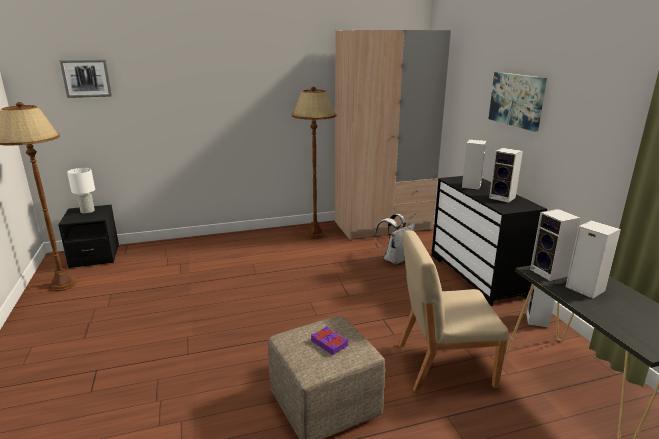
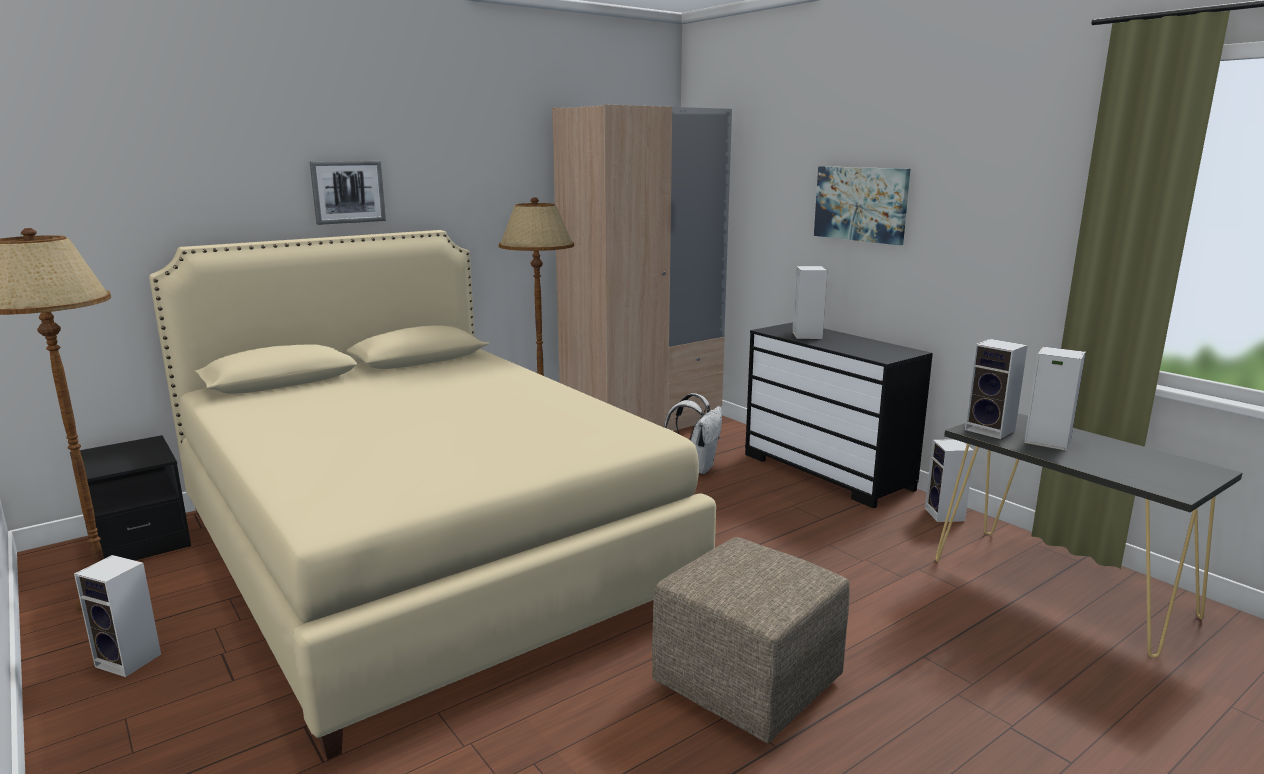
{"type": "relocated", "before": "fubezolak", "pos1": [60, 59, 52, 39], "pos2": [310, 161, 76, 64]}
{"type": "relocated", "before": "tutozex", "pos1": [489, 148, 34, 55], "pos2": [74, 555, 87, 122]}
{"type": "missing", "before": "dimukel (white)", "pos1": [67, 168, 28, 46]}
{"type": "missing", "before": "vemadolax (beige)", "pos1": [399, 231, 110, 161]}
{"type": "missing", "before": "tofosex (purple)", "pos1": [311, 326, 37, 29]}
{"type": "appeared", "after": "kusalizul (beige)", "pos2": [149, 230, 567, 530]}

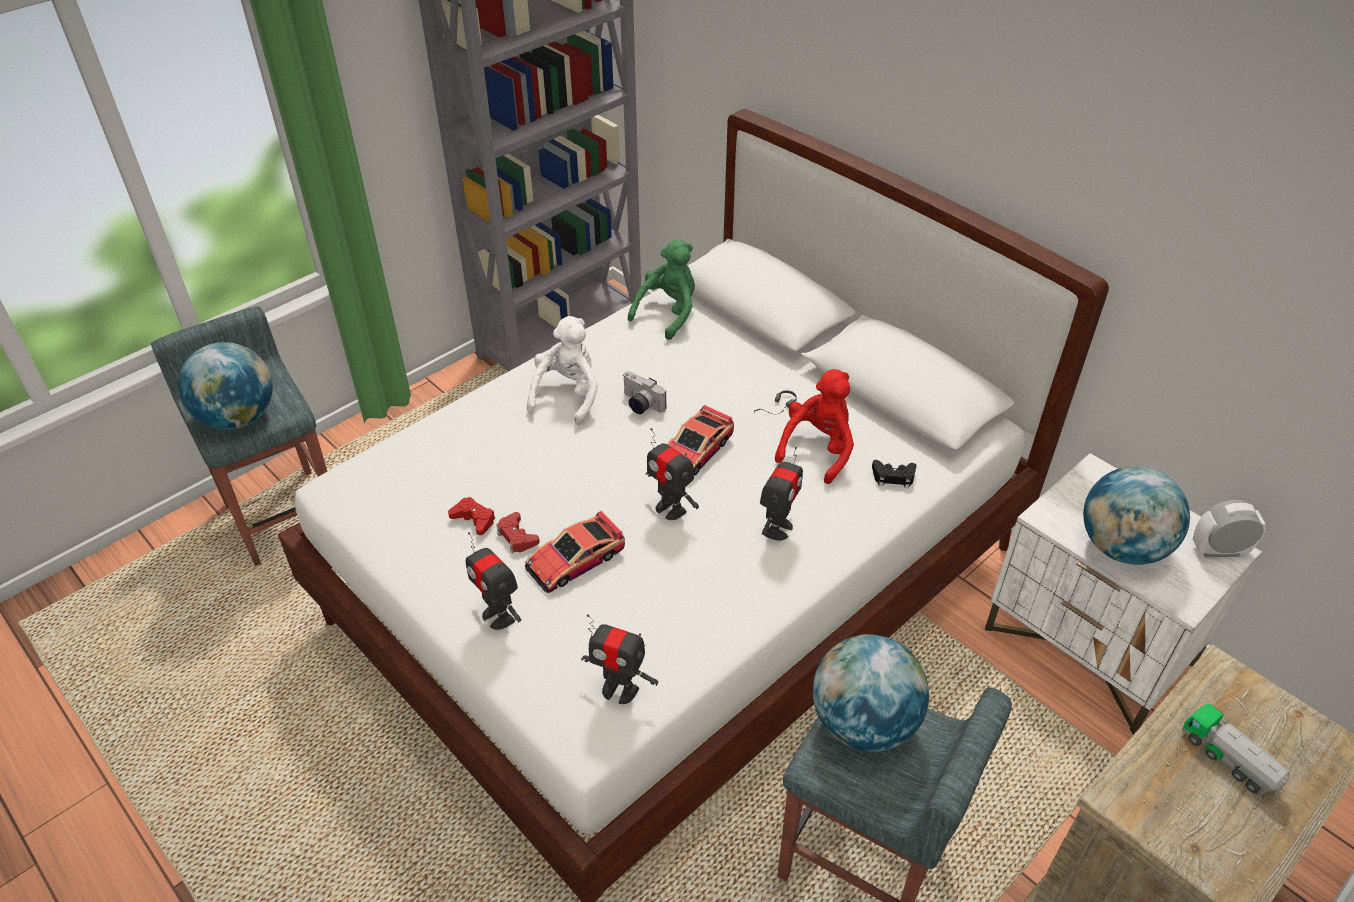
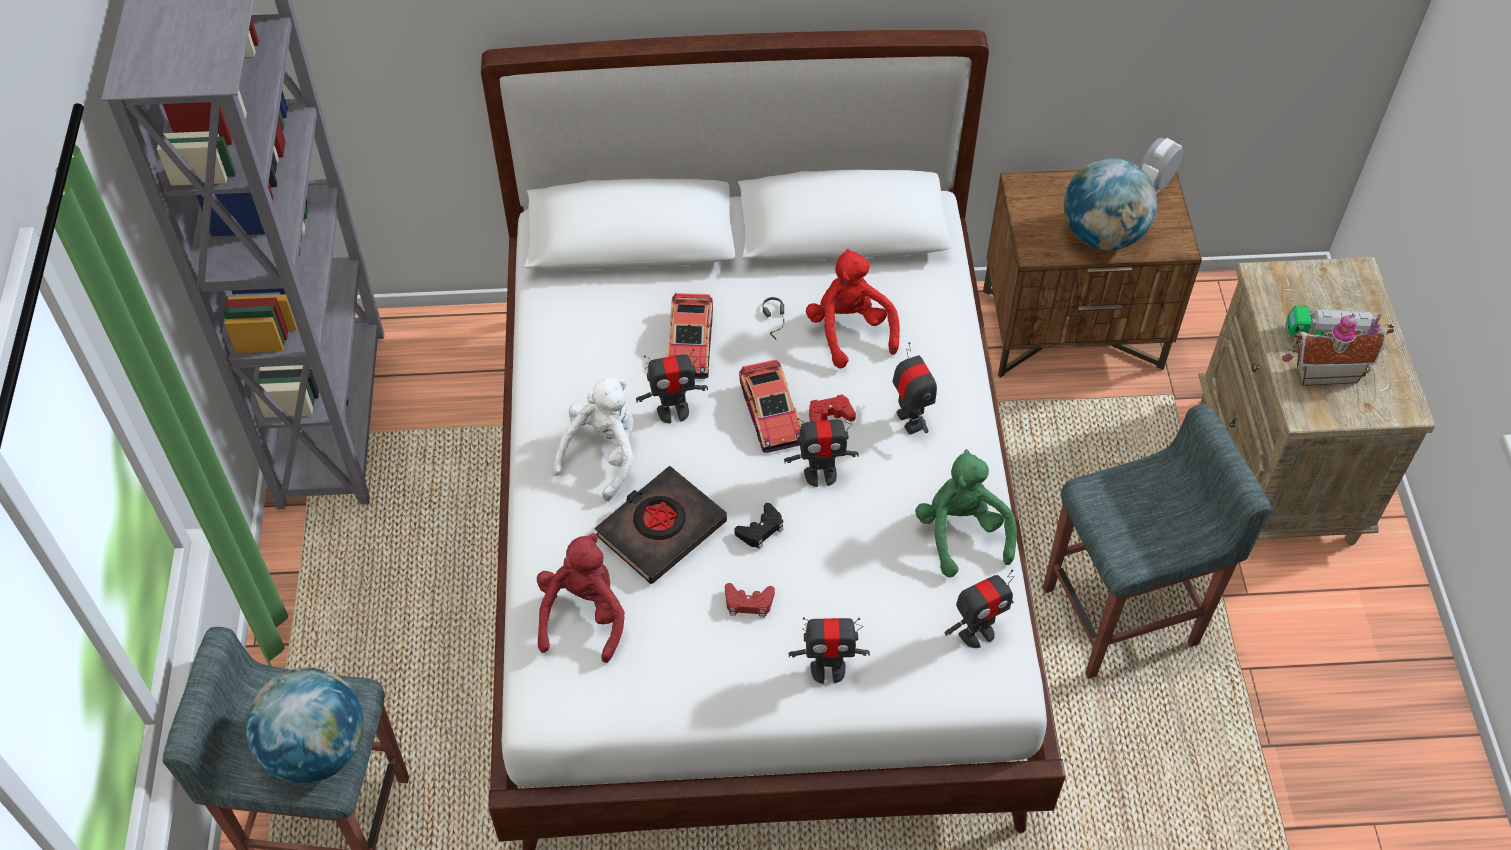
{"type": "relocated", "before": "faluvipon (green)", "pos1": [628, 239, 67, 101], "pos2": [915, 449, 102, 128]}
{"type": "spun", "before": "faluvipon (white)", "pos1": [527, 316, 71, 109], "pos2": [552, 378, 82, 123], "turn": 60}
{"type": "exchanged", "before": "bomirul", "after": "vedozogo", "pos1": [623, 371, 43, 43], "pos2": [636, 349, 72, 74]}
{"type": "colour", "before": "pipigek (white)", "after": "pipigek (brown)", "pos1": [985, 453, 277, 283], "pos2": [983, 170, 219, 208]}
{"type": "relocated", "before": "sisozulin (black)", "pos1": [872, 460, 45, 28], "pos2": [735, 503, 48, 46]}
{"type": "relocated", "before": "sisozulin (red)", "pos1": [448, 497, 47, 38], "pos2": [809, 394, 47, 28]}
{"type": "relocated", "before": "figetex", "pos1": [525, 511, 100, 82], "pos2": [667, 293, 46, 86]}
{"type": "missing", "before": "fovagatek", "pos1": [813, 634, 116, 118]}
{"type": "appeared", "after": "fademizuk", "pos2": [1282, 313, 112, 73]}
{"type": "appeared", "after": "tofosex (black)", "pos2": [595, 466, 132, 118]}
{"type": "appeared", "after": "faluvipon (red)", "pos2": [537, 533, 88, 130]}

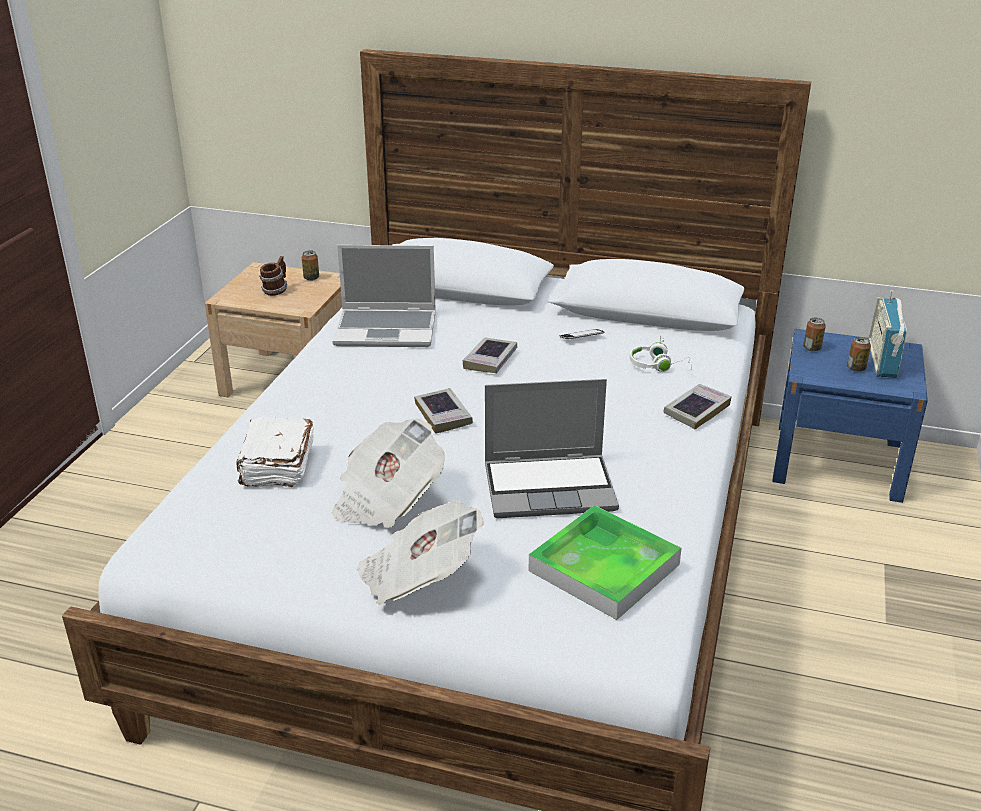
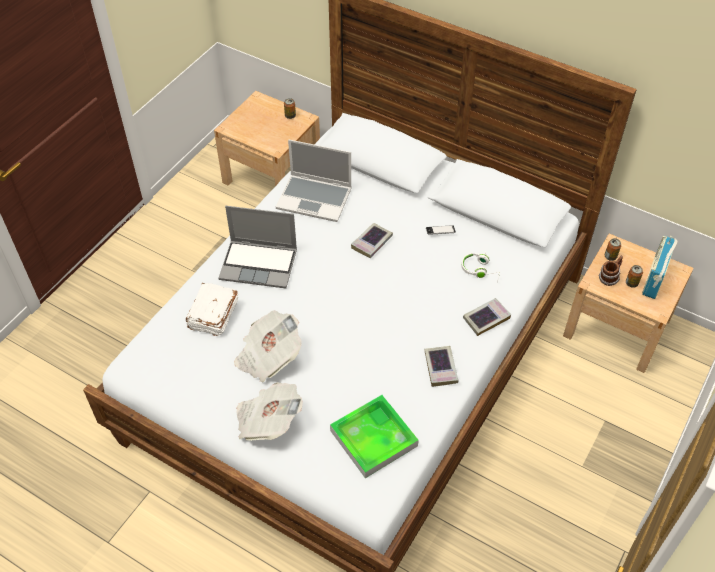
{"type": "relocated", "before": "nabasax", "pos1": [259, 256, 28, 40], "pos2": [599, 256, 24, 30]}
{"type": "colour", "before": "pipigek (blue)", "after": "pipigek (beige)", "pos1": [772, 329, 156, 174], "pos2": [563, 234, 131, 139]}
{"type": "relocated", "before": "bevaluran", "pos1": [485, 379, 134, 139], "pos2": [218, 206, 79, 83]}
{"type": "relocated", "before": "tofosex", "pos1": [414, 388, 59, 46], "pos2": [425, 346, 33, 41]}

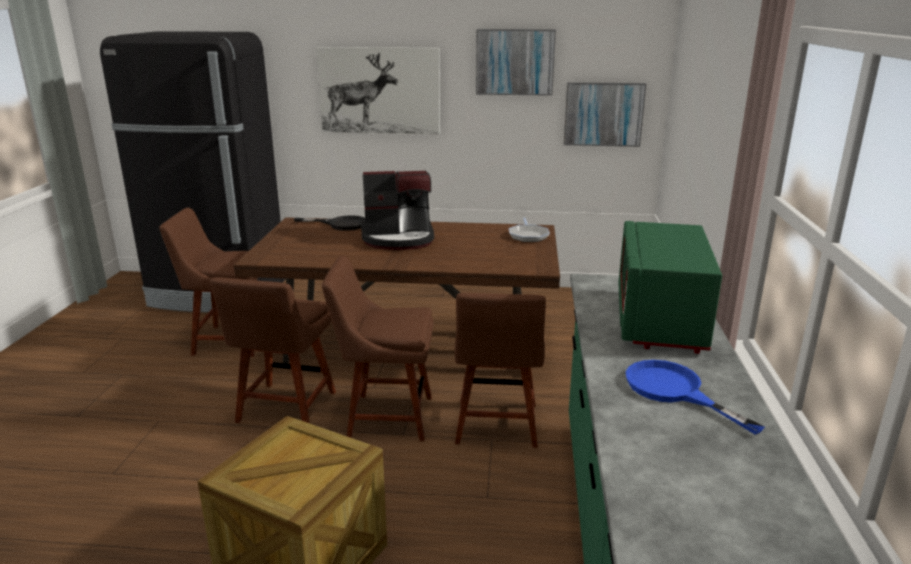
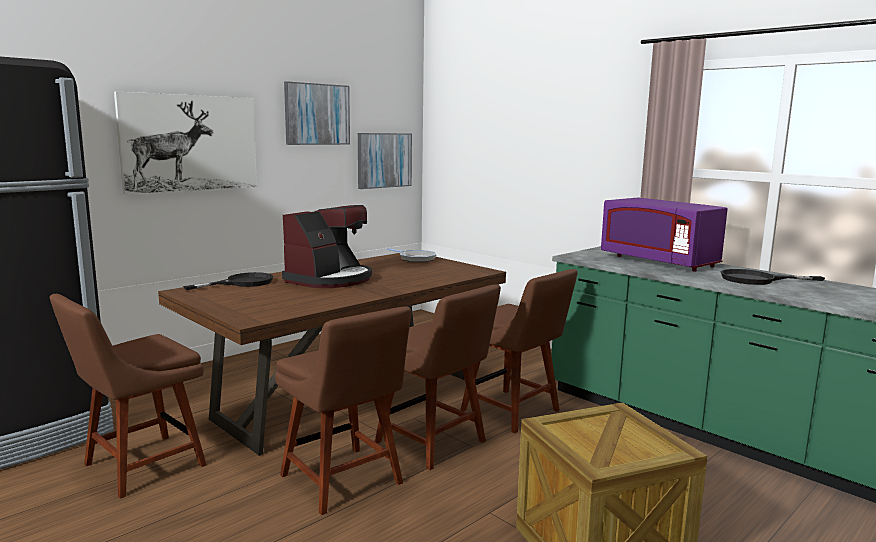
{"type": "colour", "before": "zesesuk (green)", "after": "zesesuk (purple)", "pos1": [618, 221, 104, 133], "pos2": [601, 198, 127, 73]}
{"type": "spun", "before": "vemadolax (brown)", "pos1": [322, 256, 112, 185], "pos2": [375, 285, 126, 185], "turn": -90}
{"type": "colour", "before": "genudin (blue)", "after": "genudin (black)", "pos1": [626, 360, 139, 74], "pos2": [721, 269, 104, 16]}

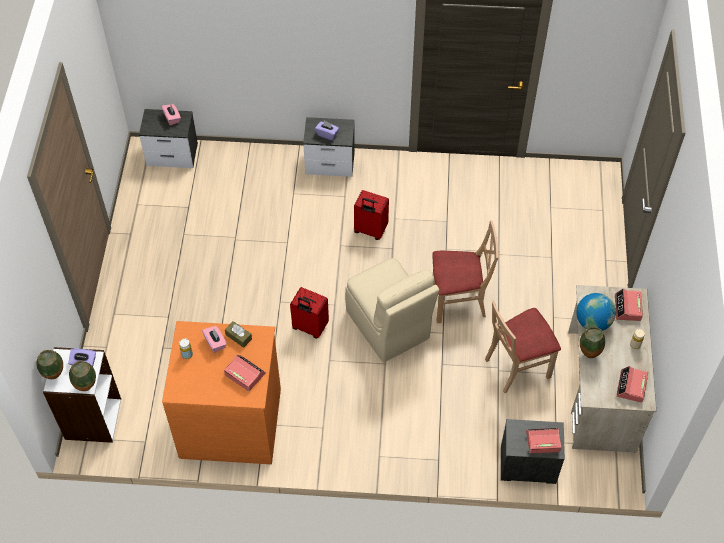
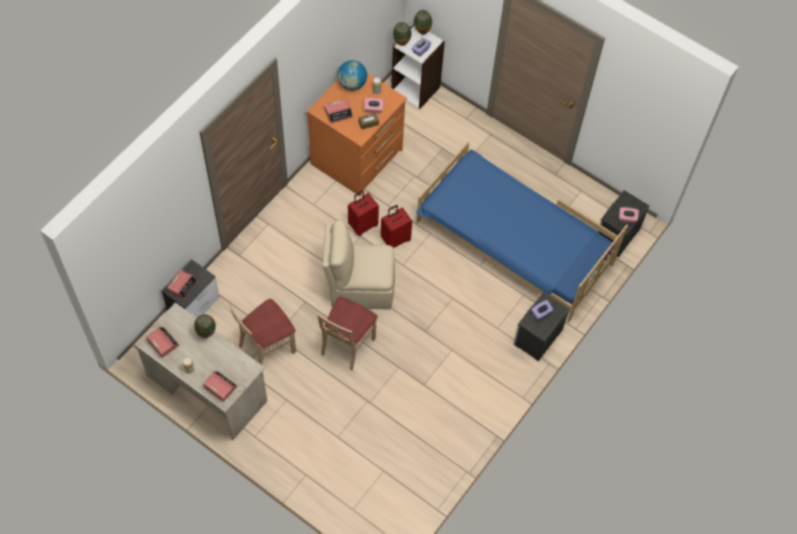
{"type": "relocated", "before": "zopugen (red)", "pos1": [354, 190, 35, 50], "pos2": [348, 190, 31, 46]}
{"type": "relocated", "before": "fovagatek", "pos1": [576, 293, 40, 38], "pos2": [337, 60, 30, 30]}
{"type": "spun", "before": "vemadolax (beige)", "pos1": [485, 301, 76, 92], "pos2": [229, 299, 67, 66], "turn": -135}
{"type": "appeared", "after": "kusalizul (blue)", "pos2": [416, 142, 212, 181]}

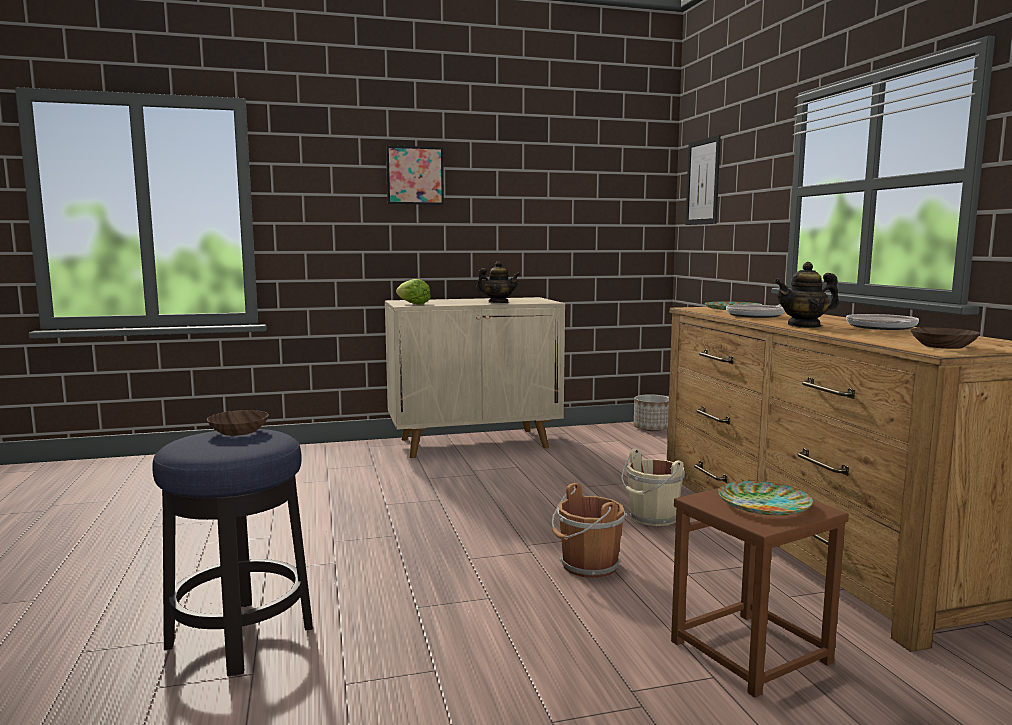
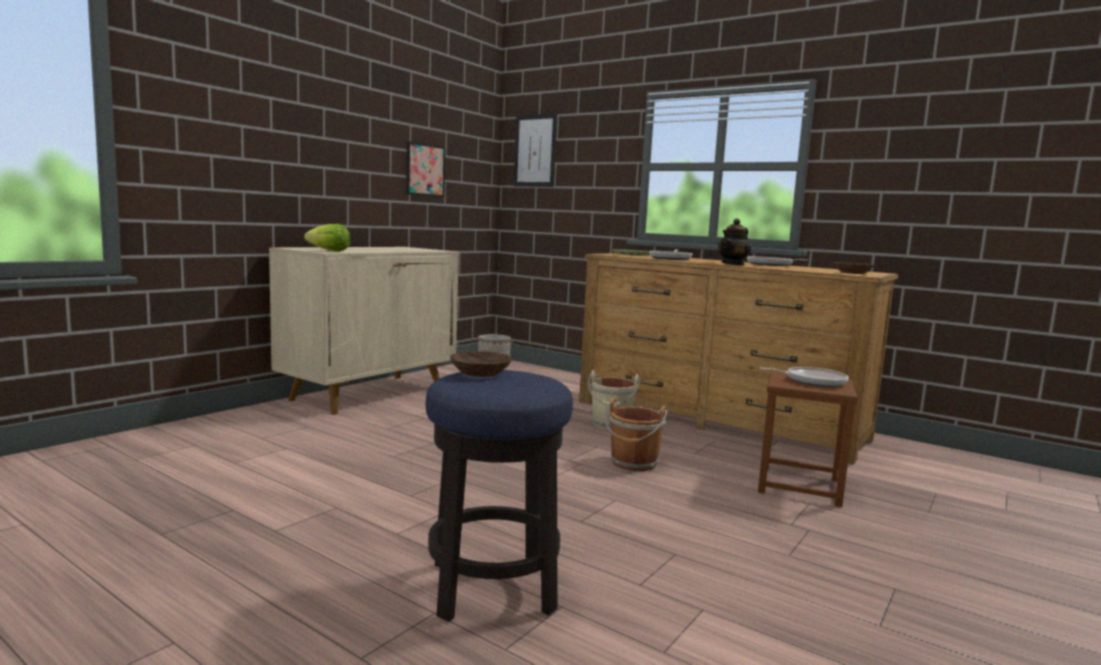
{"type": "relocated", "before": "fubezolak", "pos1": [386, 145, 58, 60], "pos2": [406, 141, 39, 56]}
{"type": "missing", "before": "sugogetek", "pos1": [476, 261, 45, 42]}
{"type": "exchanged", "before": "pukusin", "after": "genudin", "pos1": [718, 481, 95, 35], "pos2": [760, 367, 89, 20]}

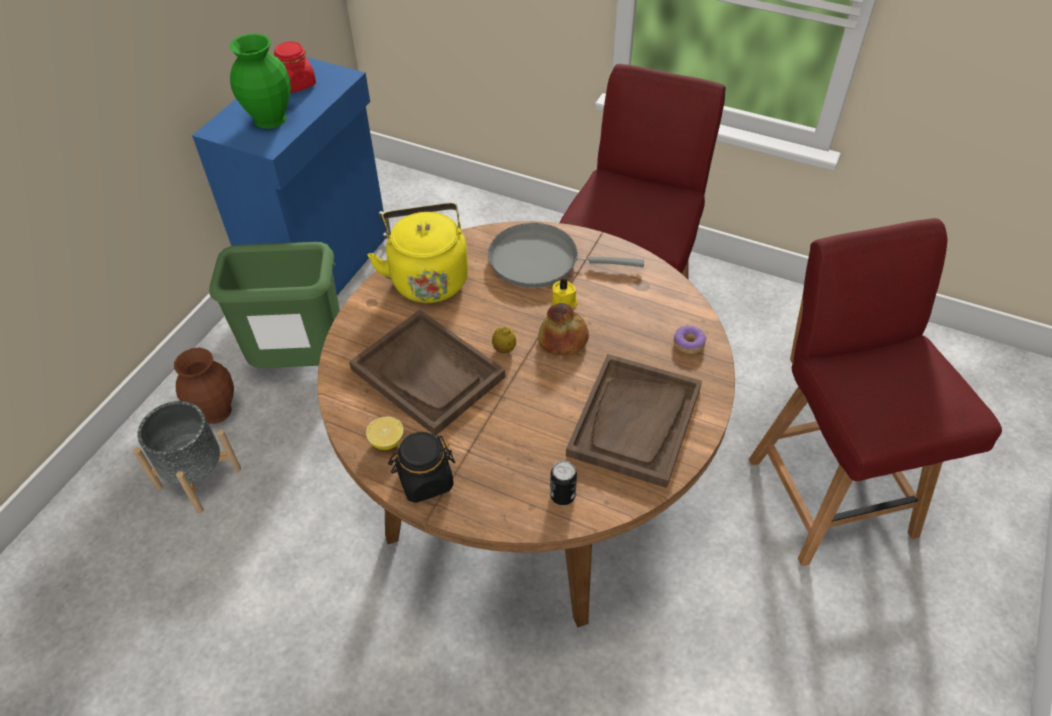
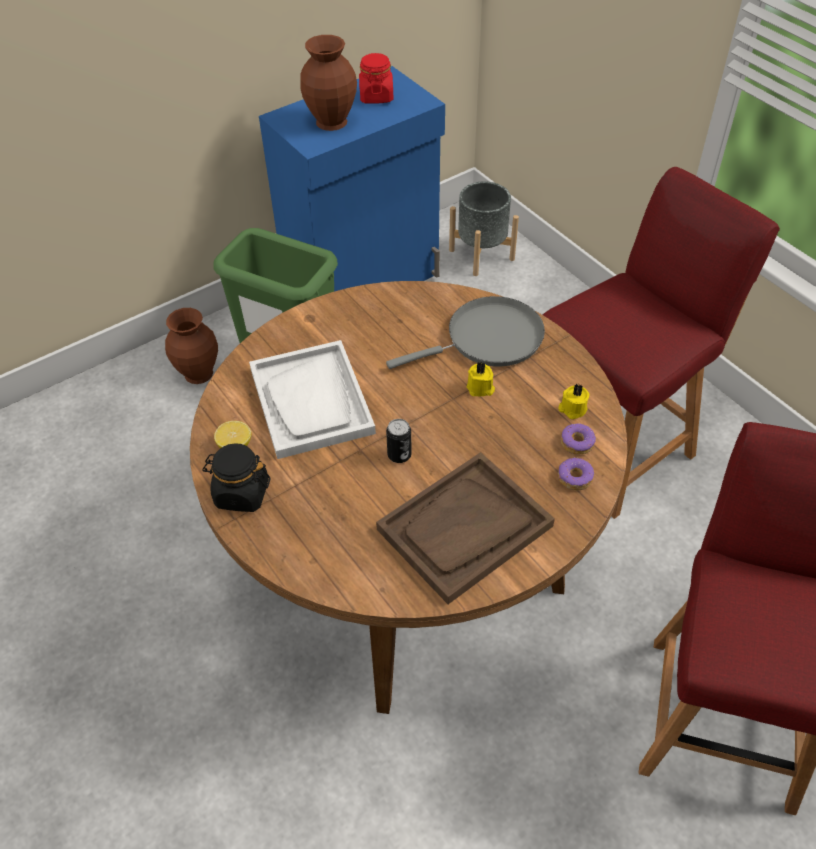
{"type": "colour", "before": "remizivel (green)", "after": "remizivel (brown)", "pos1": [229, 33, 62, 96], "pos2": [300, 35, 57, 96]}
{"type": "missing", "before": "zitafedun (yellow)", "pos1": [367, 203, 101, 100]}
{"type": "spun", "before": "genudin (grey)", "pos1": [488, 223, 156, 65], "pos2": [386, 296, 159, 73], "turn": 120}
{"type": "missing", "before": "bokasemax", "pos1": [538, 303, 51, 53]}
{"type": "colour", "before": "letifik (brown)", "after": "letifik (white)", "pos1": [349, 310, 156, 126], "pos2": [249, 340, 127, 119]}
{"type": "missing", "before": "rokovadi", "pos1": [492, 326, 24, 28]}
{"type": "relocated", "before": "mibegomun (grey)", "pos1": [133, 401, 108, 112], "pos2": [449, 181, 70, 95]}
{"type": "relocated", "before": "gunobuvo", "pos1": [550, 461, 27, 44], "pos2": [386, 419, 26, 44]}
{"type": "appeared", "after": "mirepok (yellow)", "pos2": [558, 384, 31, 35]}
{"type": "appeared", "after": "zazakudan", "pos2": [561, 423, 35, 32]}

